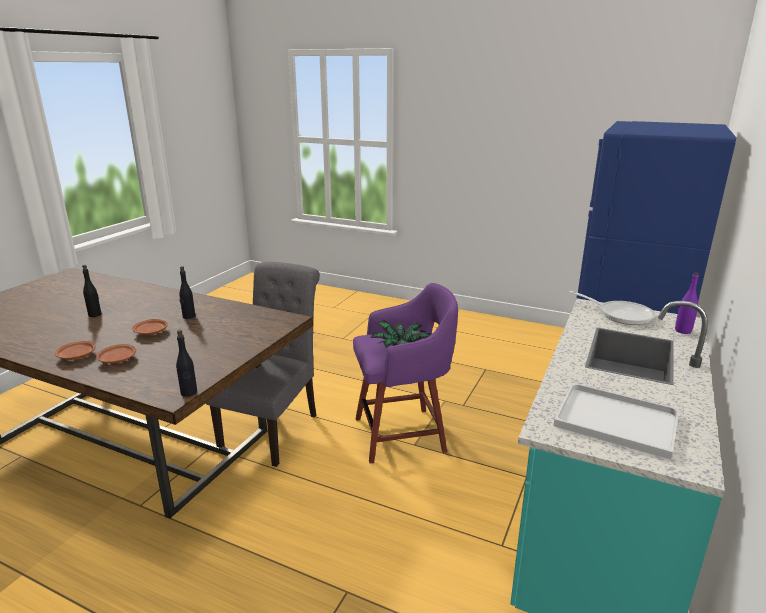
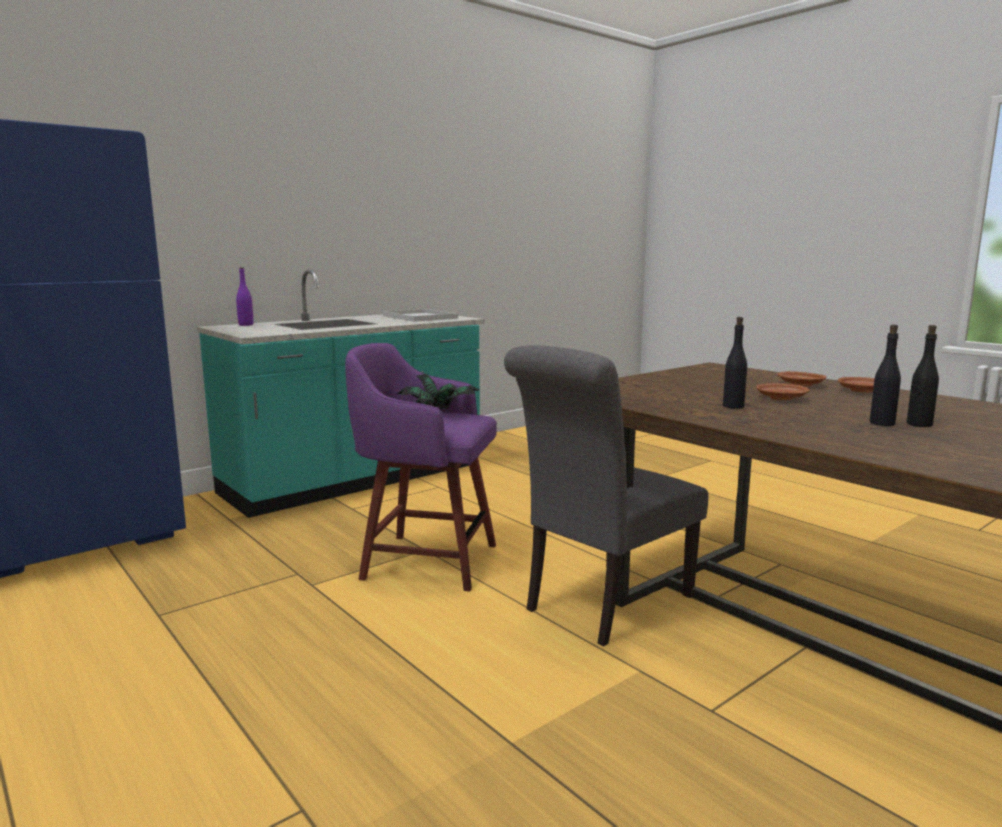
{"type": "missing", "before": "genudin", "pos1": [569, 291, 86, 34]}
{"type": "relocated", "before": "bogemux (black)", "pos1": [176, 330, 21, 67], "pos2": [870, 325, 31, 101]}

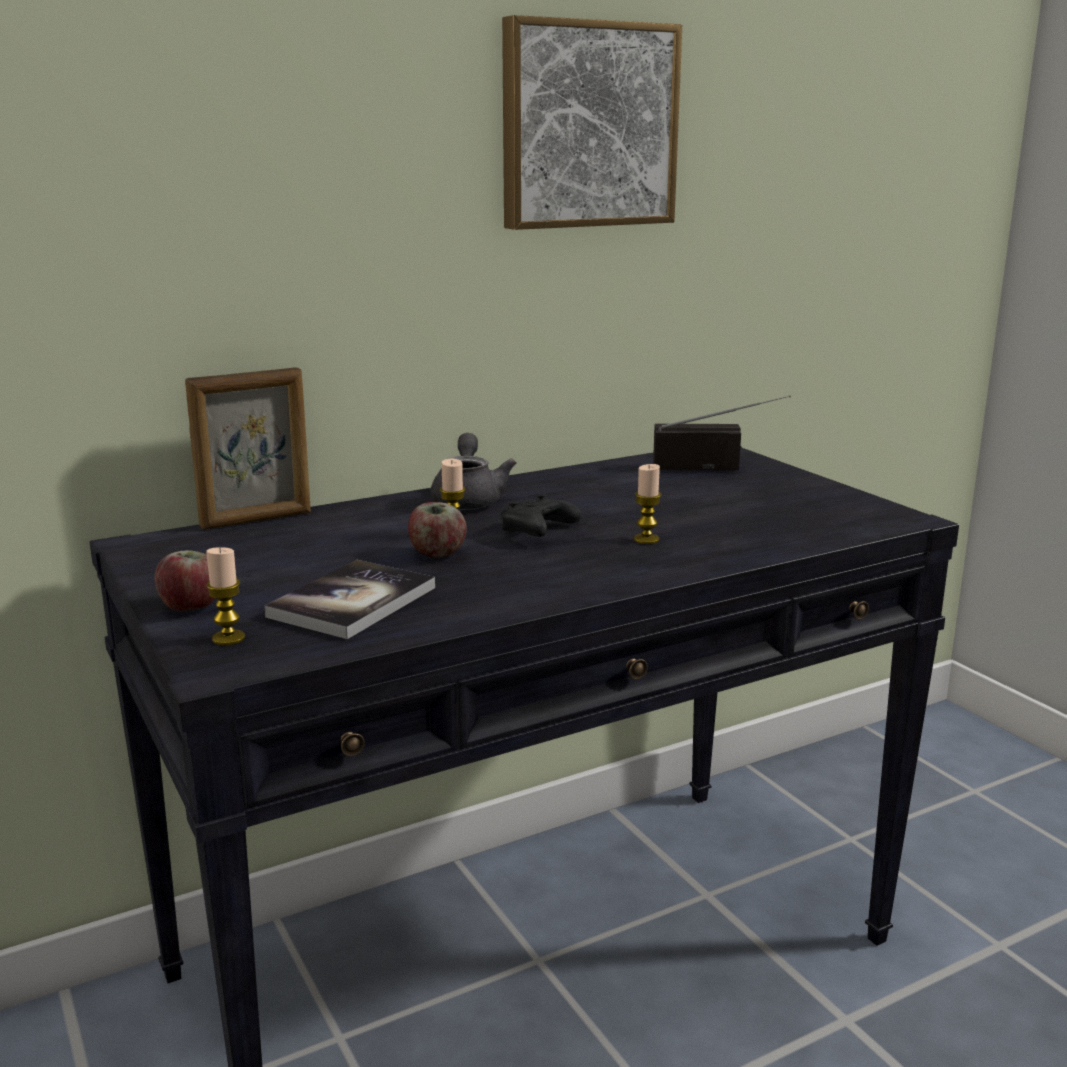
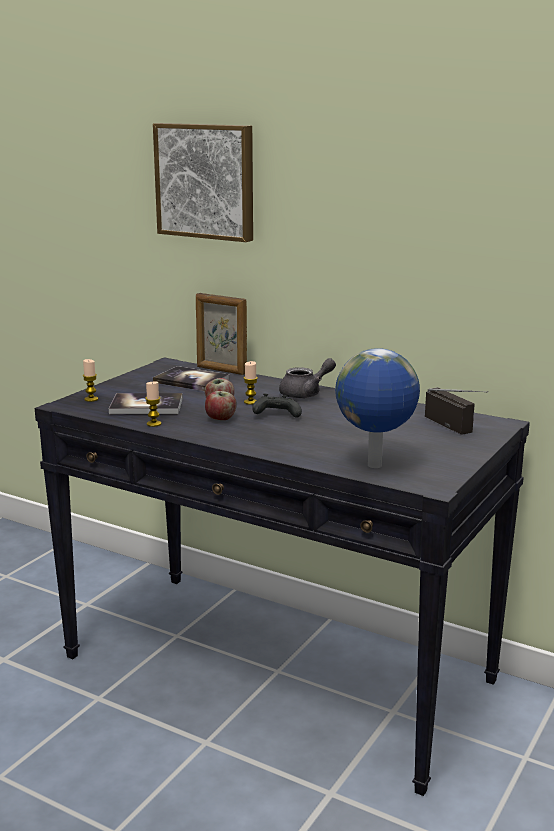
{"type": "relocated", "before": "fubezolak", "pos1": [502, 15, 180, 215], "pos2": [153, 123, 100, 119]}
{"type": "relocated", "before": "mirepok", "pos1": [634, 464, 27, 80], "pos2": [145, 382, 17, 45]}
{"type": "relocated", "before": "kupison", "pos1": [155, 550, 60, 61], "pos2": [205, 391, 32, 29]}
{"type": "appeared", "after": "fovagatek", "pos2": [335, 348, 85, 120]}
{"type": "appeared", "after": "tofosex", "pos2": [153, 366, 77, 25]}

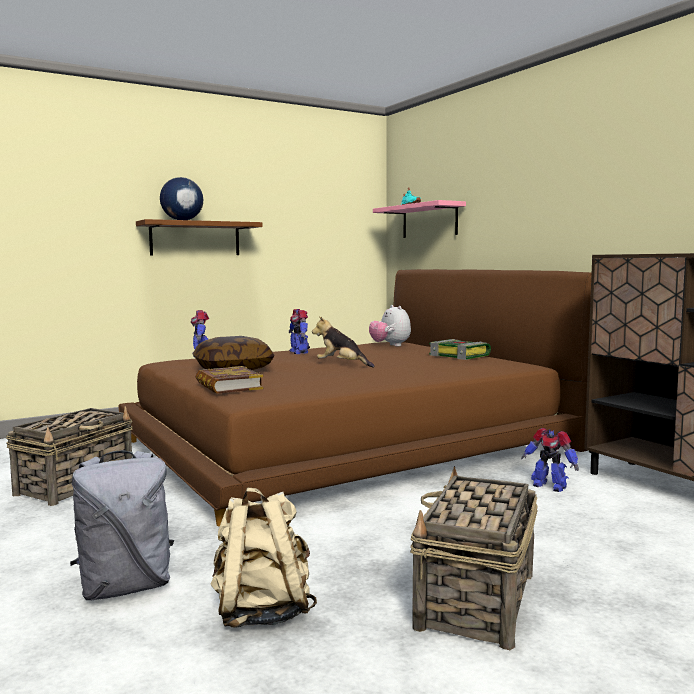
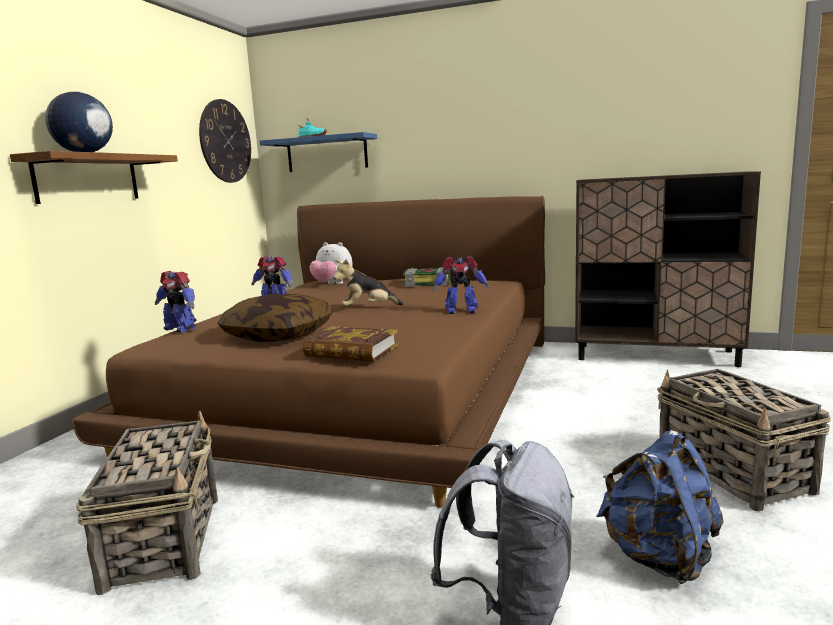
{"type": "colour", "before": "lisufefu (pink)", "after": "lisufefu (blue)", "pos1": [373, 200, 93, 38], "pos2": [260, 132, 117, 40]}
{"type": "relocated", "before": "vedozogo", "pos1": [521, 428, 58, 64], "pos2": [433, 256, 56, 58]}
{"type": "colour", "before": "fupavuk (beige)", "after": "fupavuk (blue)", "pos1": [211, 488, 106, 140], "pos2": [596, 430, 128, 154]}
{"type": "appeared", "after": "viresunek", "pos2": [199, 99, 52, 84]}

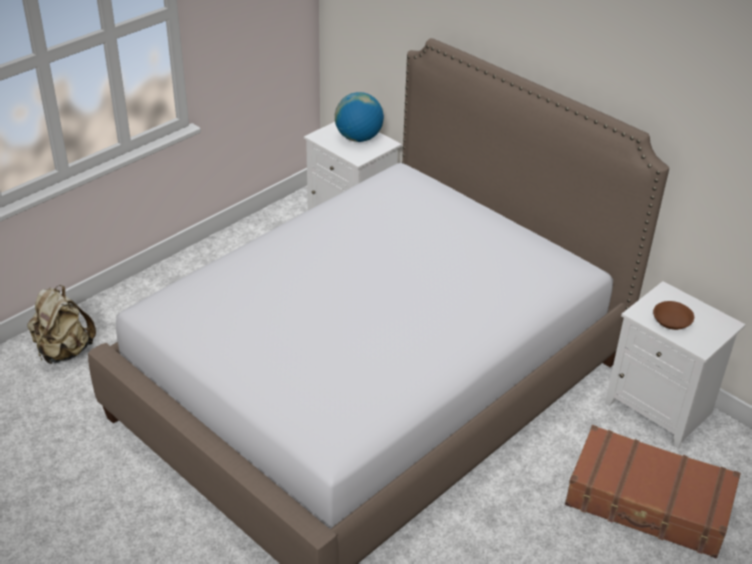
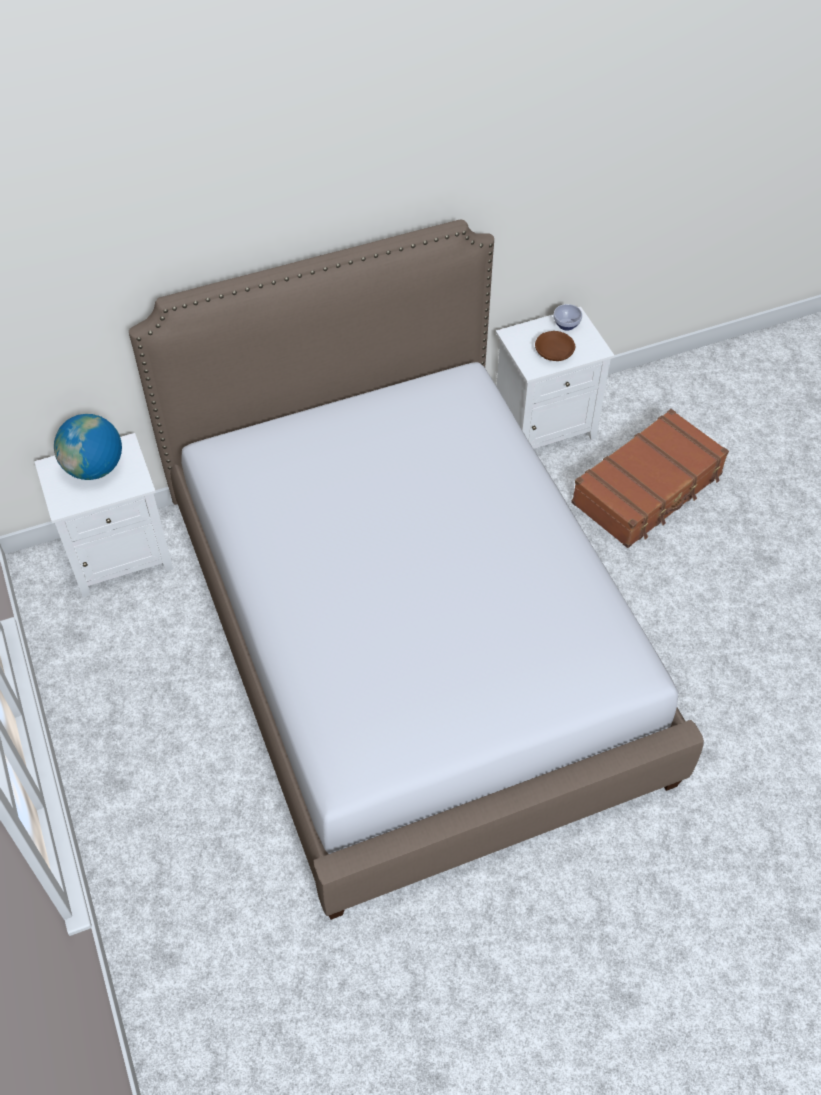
{"type": "missing", "before": "fupavuk (beige)", "pos1": [27, 285, 69, 79]}
{"type": "appeared", "after": "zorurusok", "pos2": [553, 304, 29, 27]}

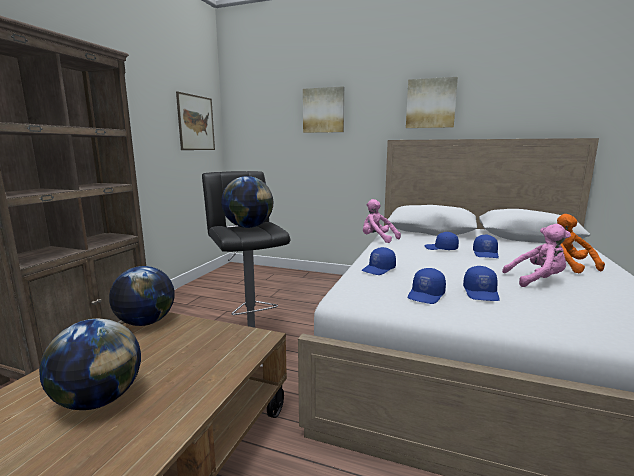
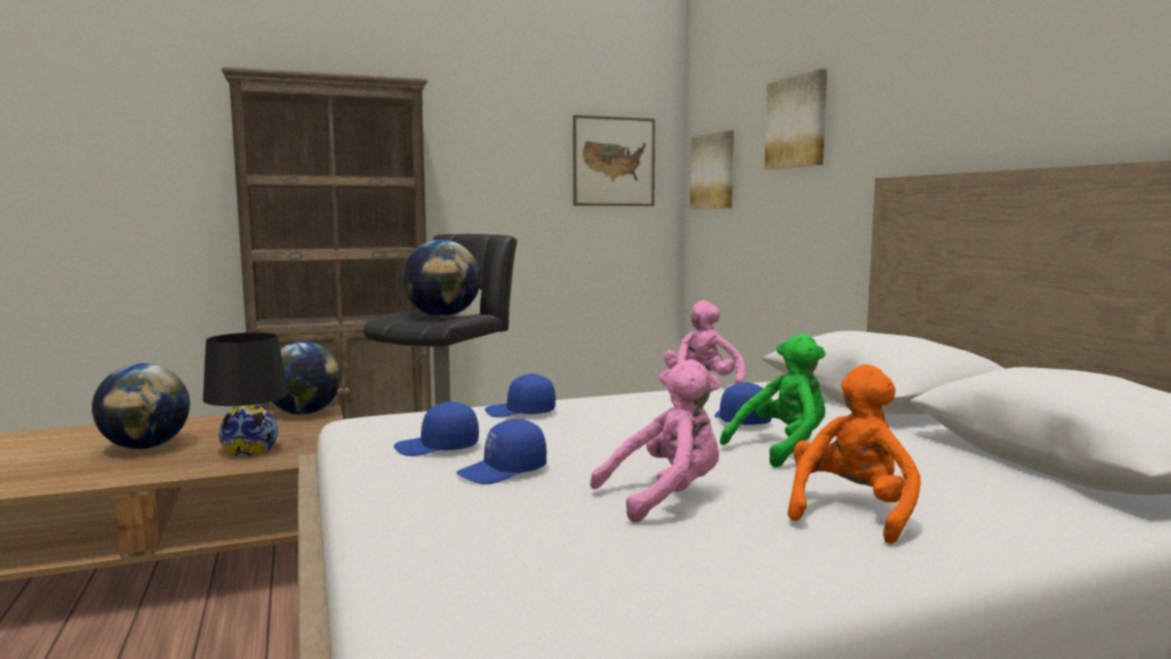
{"type": "relocated", "before": "fubezolak", "pos1": [406, 77, 52, 51], "pos2": [690, 130, 44, 79]}
{"type": "spun", "before": "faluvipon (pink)", "pos1": [502, 224, 69, 63], "pos2": [590, 359, 131, 164], "turn": -75}
{"type": "exchanged", "before": "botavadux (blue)", "after": "faluvipon (green)", "pos1": [473, 234, 26, 24], "pos2": [720, 334, 106, 133]}
{"type": "appeared", "after": "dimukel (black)", "pos2": [203, 332, 85, 124]}

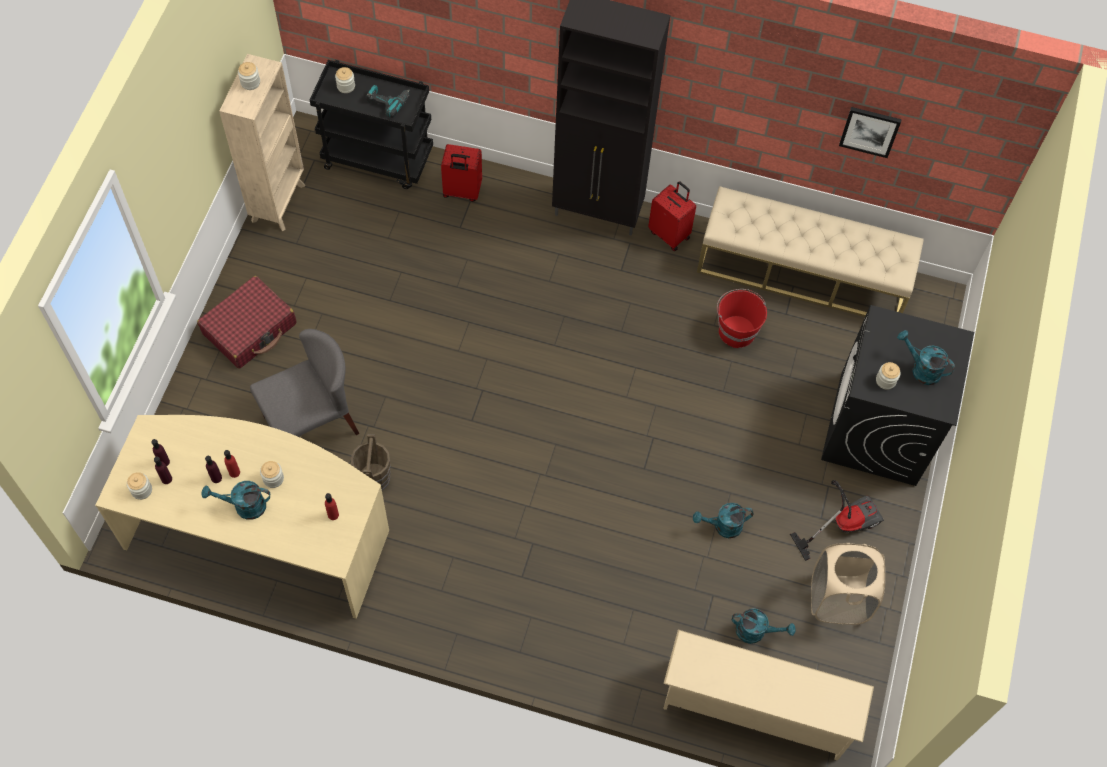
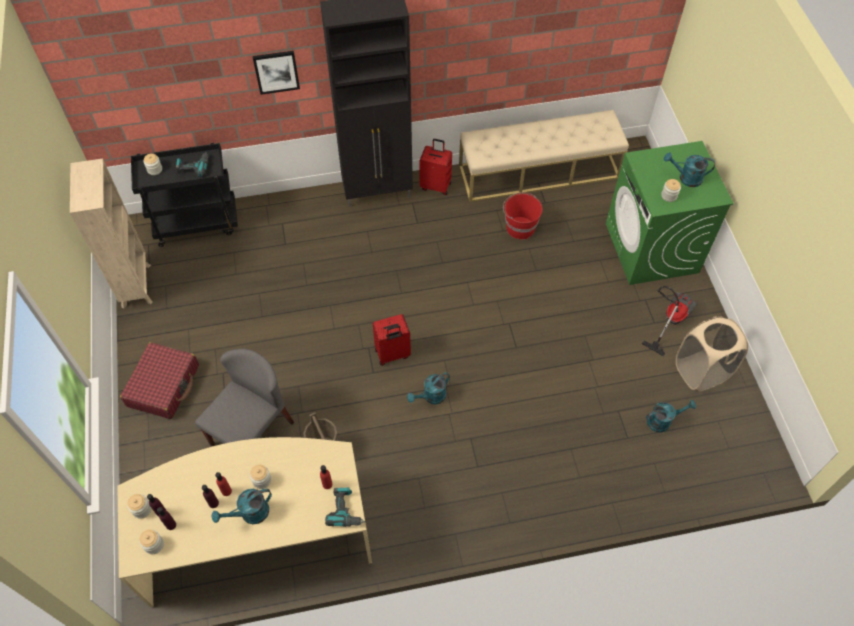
{"type": "relocated", "before": "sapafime", "pos1": [238, 62, 22, 28], "pos2": [127, 494, 25, 25]}
{"type": "relocated", "before": "fubezolak", "pos1": [839, 107, 63, 51], "pos2": [253, 51, 47, 44]}
{"type": "relocated", "before": "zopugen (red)", "pos1": [441, 144, 41, 58], "pos2": [373, 314, 38, 52]}
{"type": "colour", "before": "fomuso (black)", "after": "fomuso (green)", "pos1": [821, 305, 153, 181], "pos2": [605, 141, 129, 144]}
{"type": "relocated", "before": "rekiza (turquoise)", "pos1": [693, 503, 61, 35], "pos2": [407, 372, 43, 33]}
{"type": "missing", "before": "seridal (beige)", "pos1": [663, 630, 211, 131]}
{"type": "appeared", "after": "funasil", "pos2": [325, 488, 40, 39]}

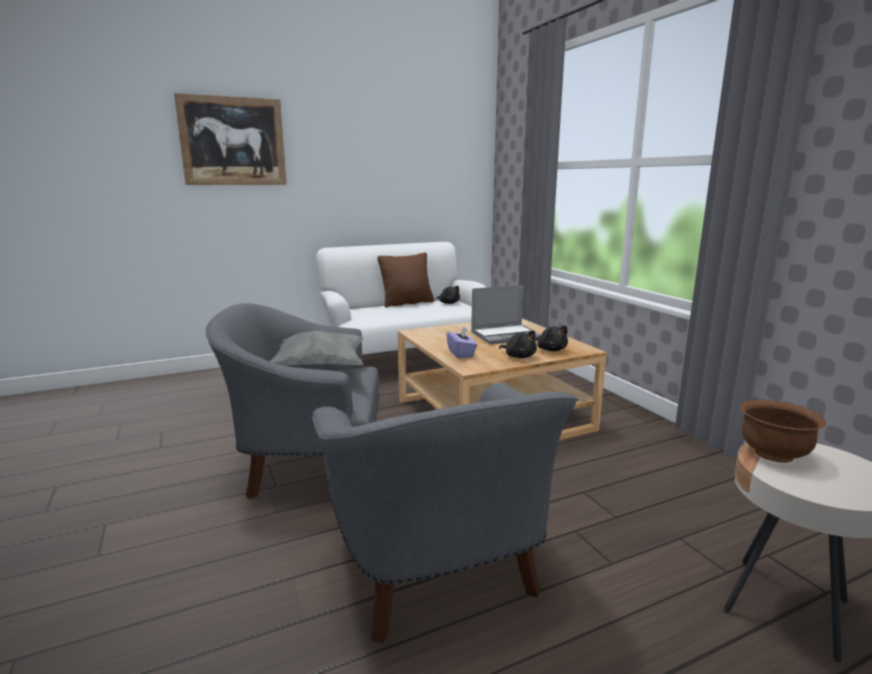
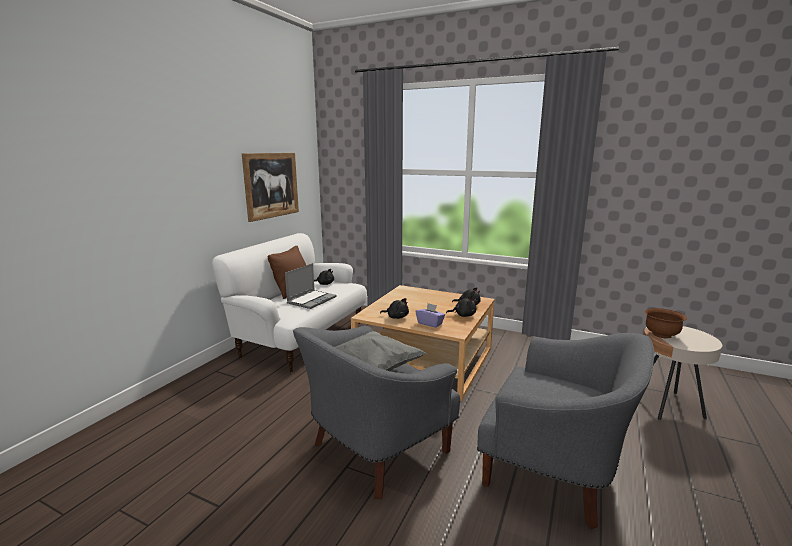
{"type": "relocated", "before": "fubezolak", "pos1": [174, 93, 113, 92], "pos2": [242, 153, 57, 69]}
{"type": "relocated", "before": "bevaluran", "pos1": [471, 285, 70, 59], "pos2": [285, 263, 51, 46]}
{"type": "appeared", "after": "faluvipon (black)", "pos2": [380, 298, 29, 21]}

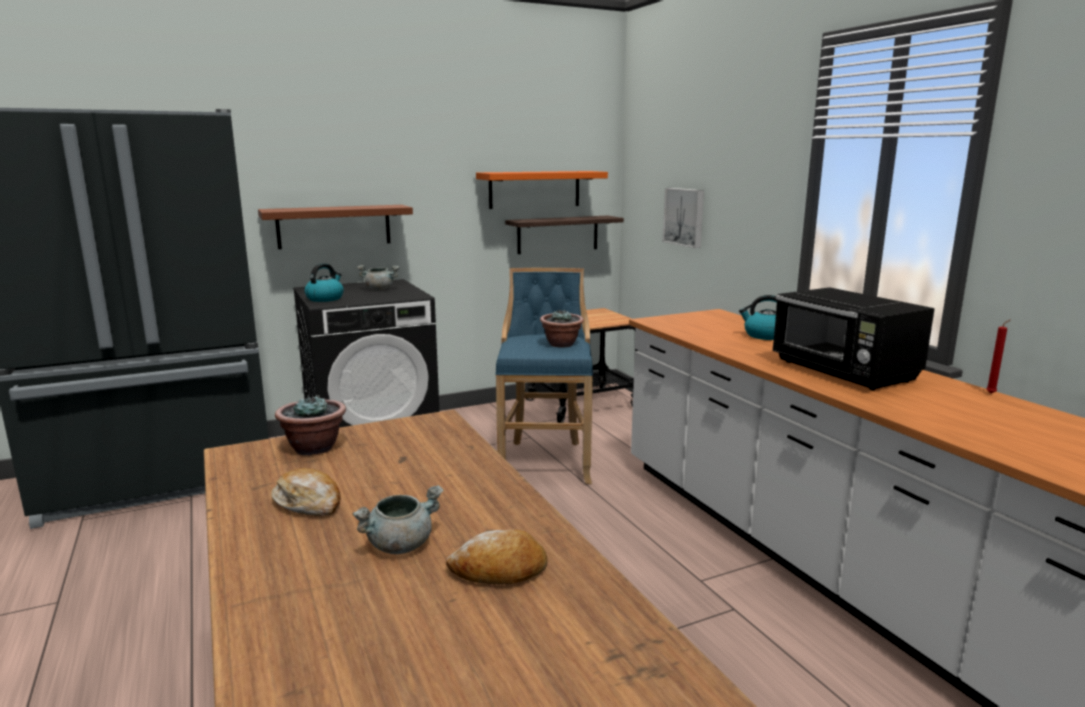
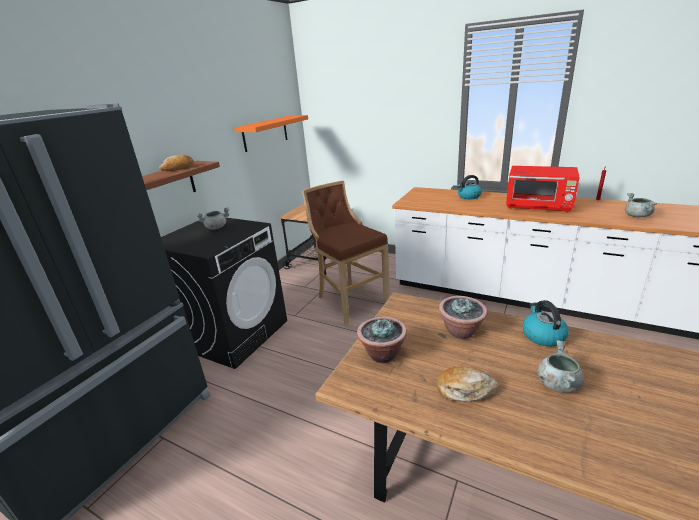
{"type": "missing", "before": "fubezolak", "pos1": [663, 188, 41, 60]}
{"type": "missing", "before": "lisufefu", "pos1": [505, 216, 119, 38]}
{"type": "relocated", "before": "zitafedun", "pos1": [305, 263, 39, 39], "pos2": [523, 300, 46, 47]}
{"type": "colour", "before": "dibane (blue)", "after": "dibane (brown)", "pos1": [495, 268, 98, 216], "pos2": [302, 181, 88, 144]}
{"type": "colour", "before": "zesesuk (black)", "after": "zesesuk (red)", "pos1": [772, 287, 163, 103], "pos2": [506, 166, 74, 46]}
{"type": "relocated", "before": "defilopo", "pos1": [540, 309, 44, 39], "pos2": [439, 296, 49, 43]}
{"type": "relocated", "before": "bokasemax", "pos1": [446, 529, 101, 55], "pos2": [159, 154, 35, 17]}
{"type": "appeared", "after": "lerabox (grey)", "pos2": [625, 193, 32, 24]}

